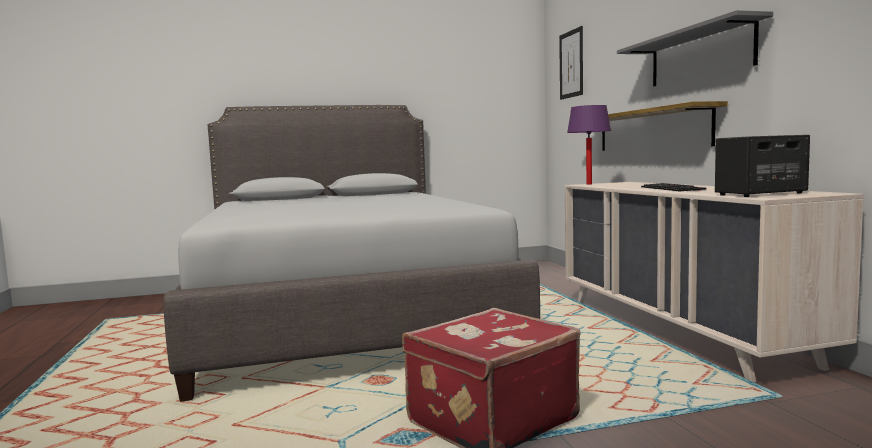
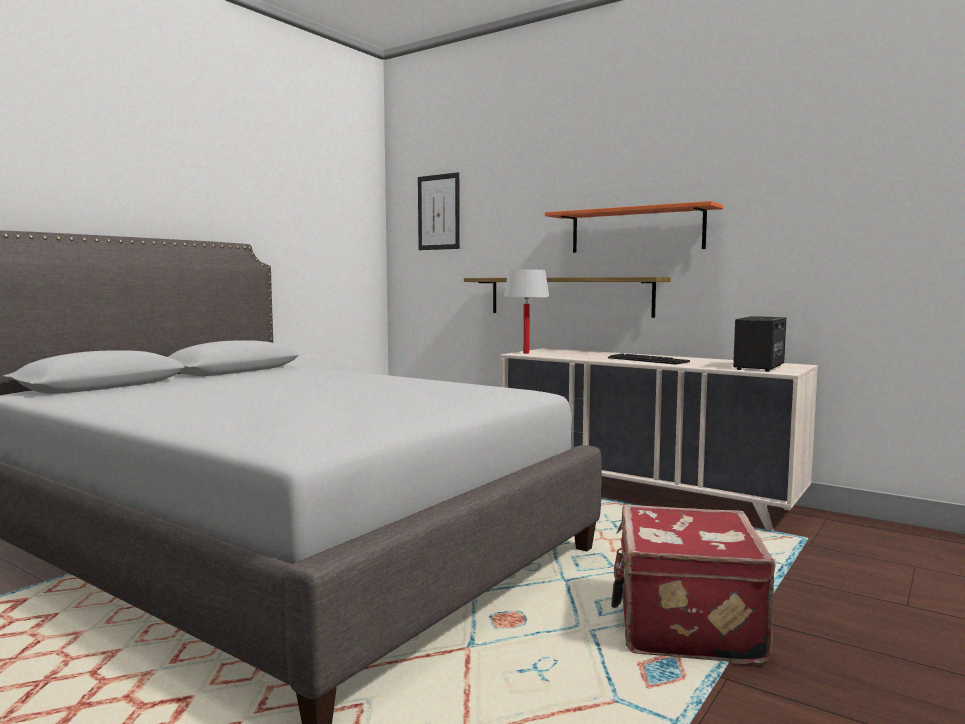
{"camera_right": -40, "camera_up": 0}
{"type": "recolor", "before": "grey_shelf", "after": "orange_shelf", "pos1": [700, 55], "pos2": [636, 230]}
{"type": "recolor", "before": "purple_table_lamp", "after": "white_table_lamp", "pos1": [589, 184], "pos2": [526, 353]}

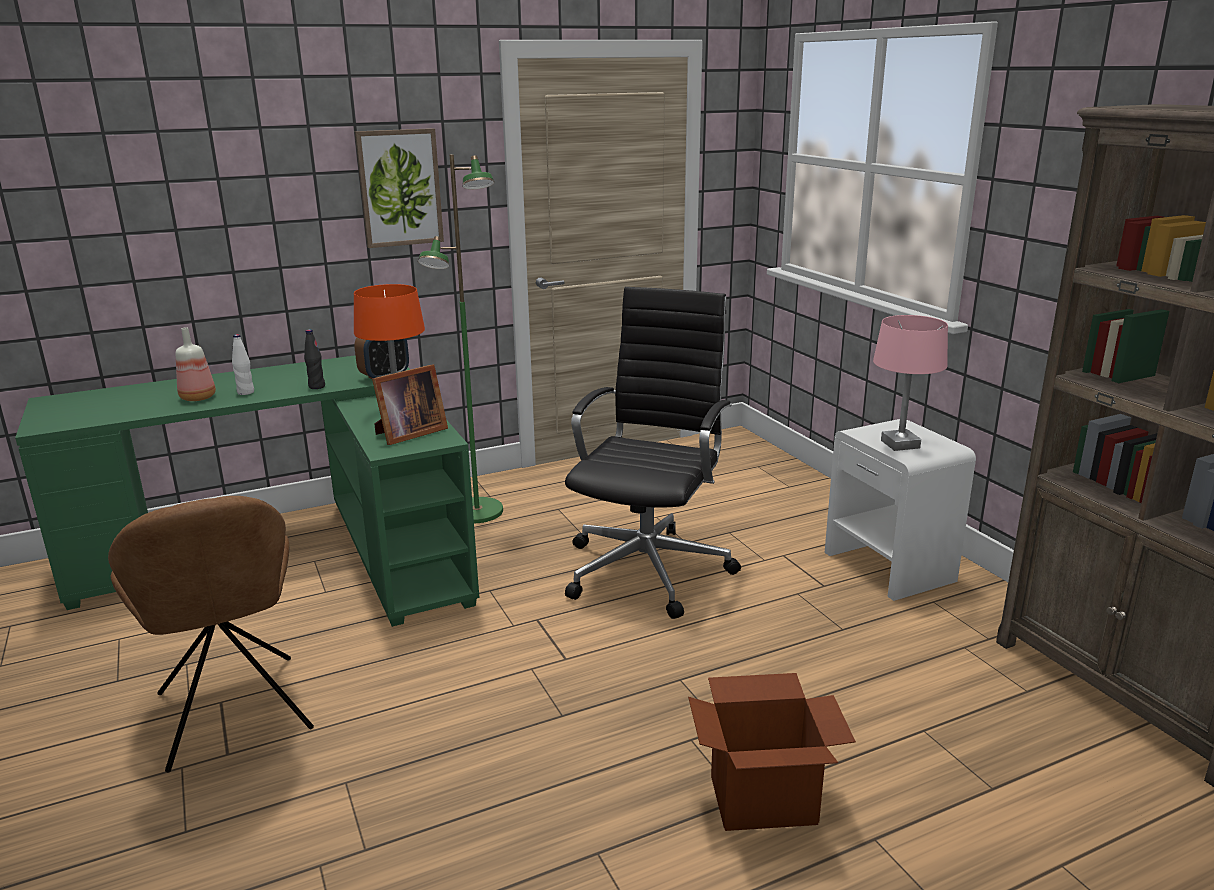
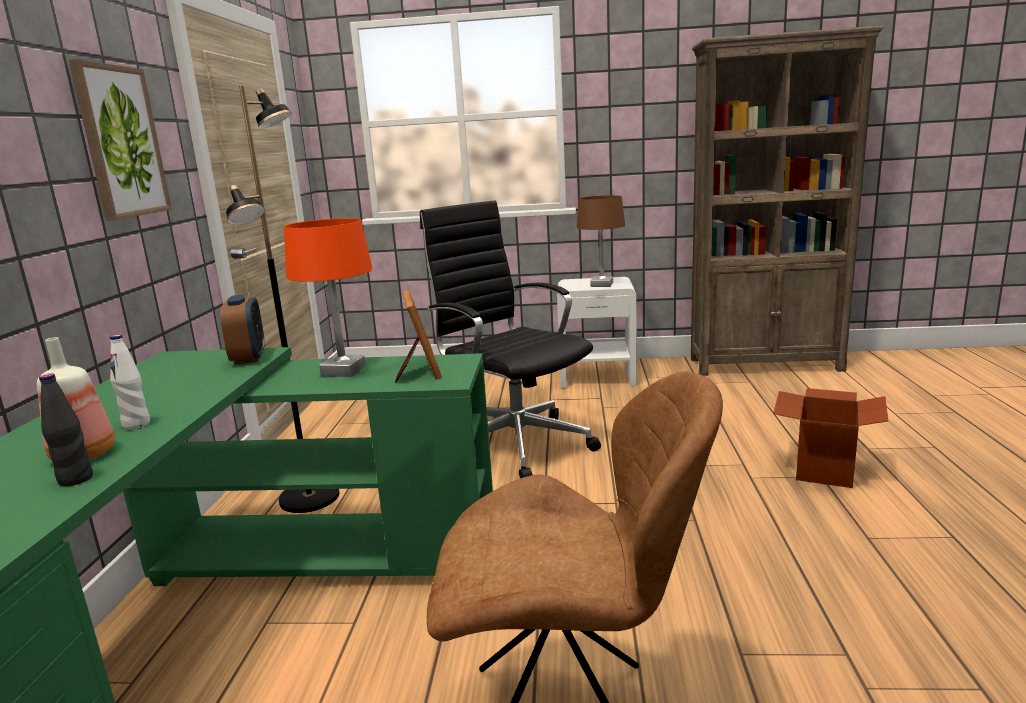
{"camera_right": -60, "camera_up": -5}
{"type": "recolor", "before": "green_floor_lamp", "after": "black_floor_lamp", "pos1": [477, 512], "pos2": [311, 498]}
{"type": "recolor", "before": "pink_table_lamp", "after": "brown_table_lamp", "pos1": [900, 444], "pos2": [601, 285]}
{"type": "move", "before": "black_bottle", "pos1": [317, 387], "pos2": [75, 479]}

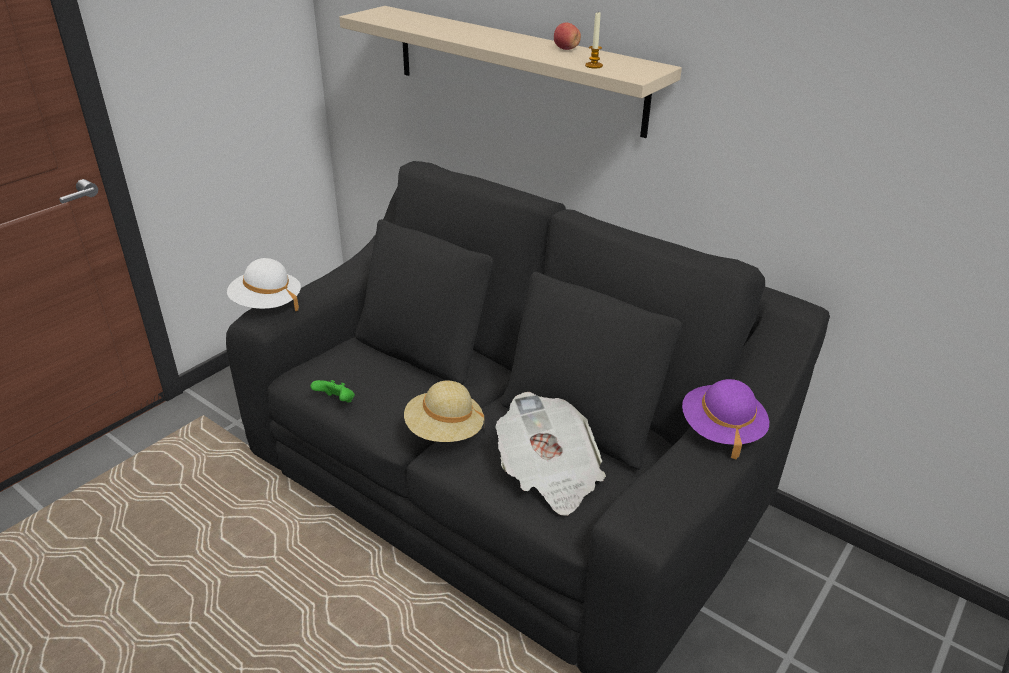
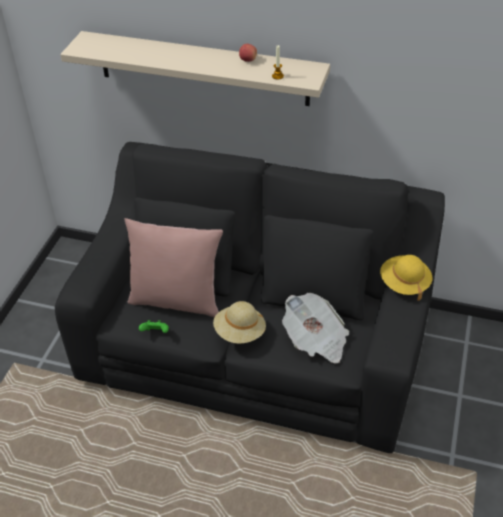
{"camera_right": -20, "camera_up": 10}
{"type": "delete", "before": "white_hat", "pos1": [266, 304]}
{"type": "recolor", "before": "purple_hat", "after": "yellow_hat", "pos1": [721, 430], "pos2": [404, 283]}
{"type": "insert", "after": "pink_pillow", "pos2": [177, 300]}

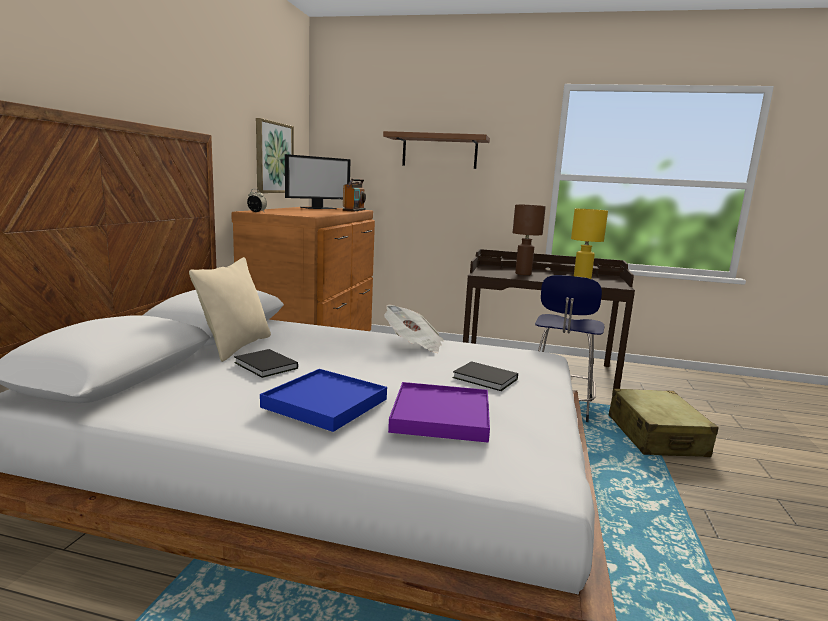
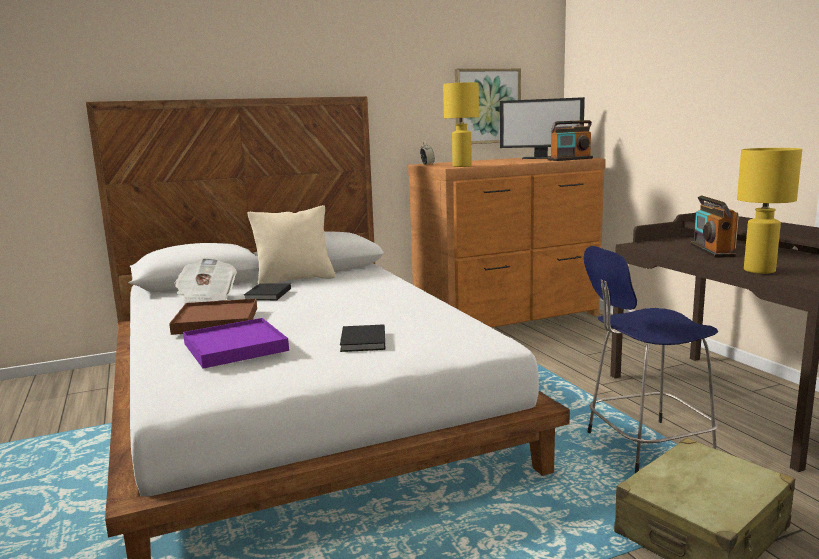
{"camera_right": 55, "camera_up": 0}
{"type": "delete", "before": "brown_shelf", "pos1": [439, 151]}
{"type": "replace", "before": "brown_table_lamp", "after": "radio", "pos1": [523, 274], "pos2": [711, 250]}
{"type": "move", "before": "newspaper", "pos1": [414, 344], "pos2": [206, 299]}
{"type": "recolor", "before": "blue_tray", "after": "brown_tray", "pos1": [325, 403], "pos2": [216, 321]}
{"type": "insert", "after": "yellow_table_lamp", "pos2": [462, 166]}

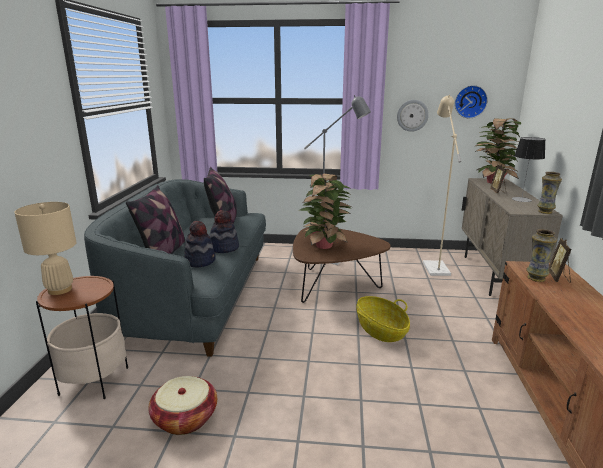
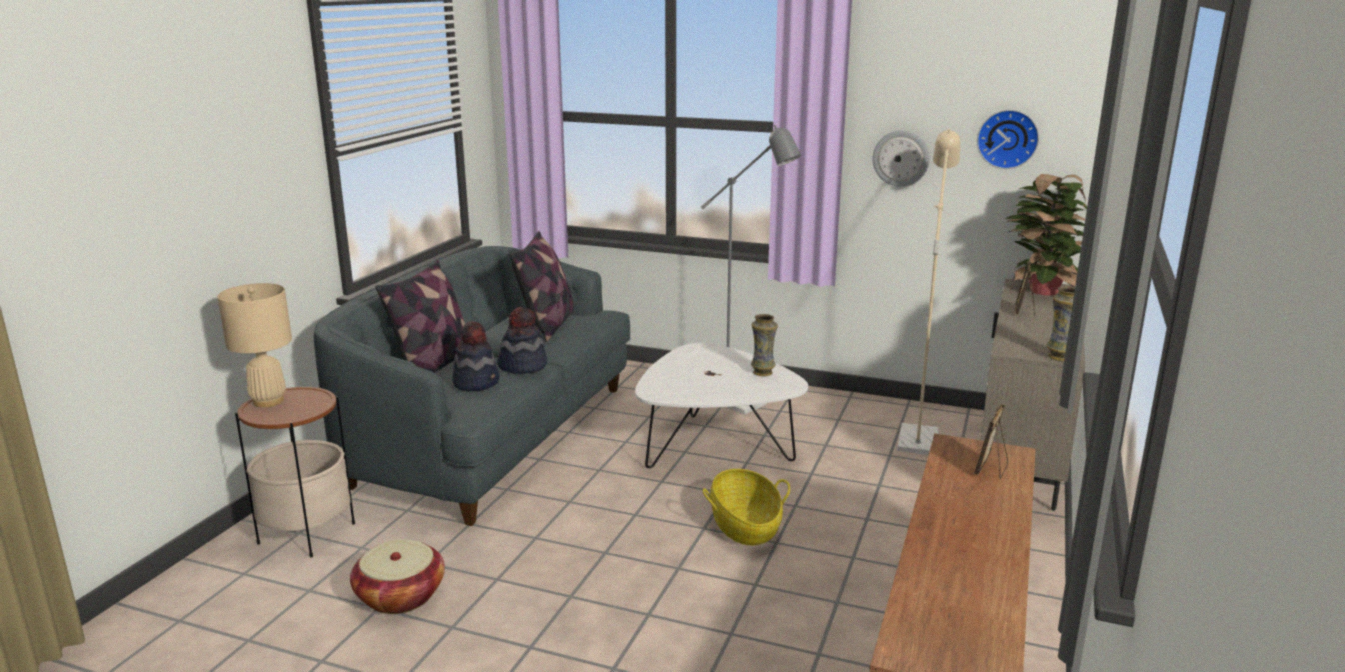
{"camera_right": 15, "camera_up": 0}
{"type": "delete", "before": "table_lamp", "pos1": [521, 199]}
{"type": "delete", "before": "potted_plant", "pos1": [325, 245]}
{"type": "recolor", "before": "brown_coffee_table", "after": "white_coffee_table", "pos1": [333, 286], "pos2": [714, 448]}
{"type": "move", "before": "vase", "pos1": [536, 278], "pos2": [763, 372]}

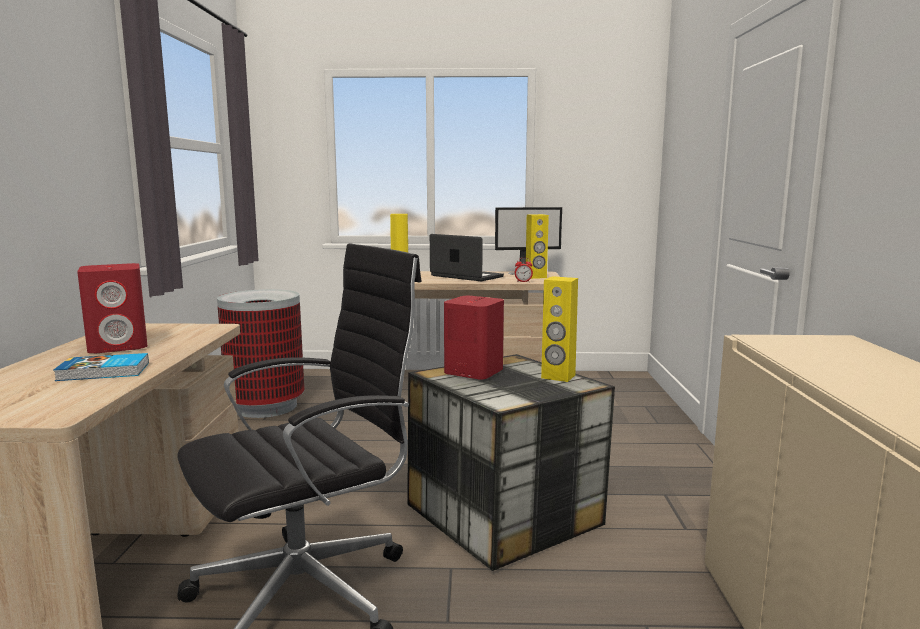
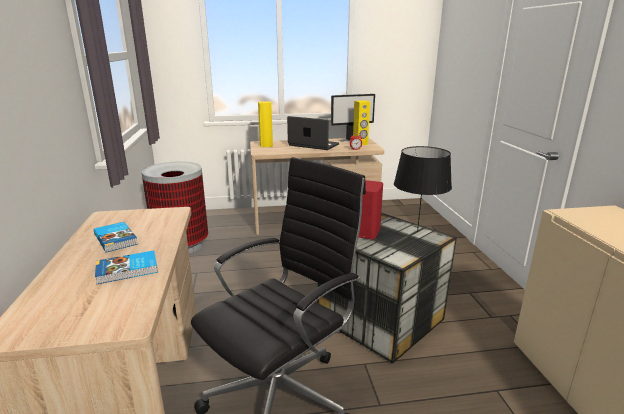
{"camera_right": -10, "camera_up": 10}
{"type": "replace", "before": "red_speaker", "after": "book", "pos1": [119, 346], "pos2": [116, 239]}
{"type": "replace", "before": "yellow_speaker", "after": "black_table_lamp", "pos1": [558, 376], "pos2": [417, 231]}

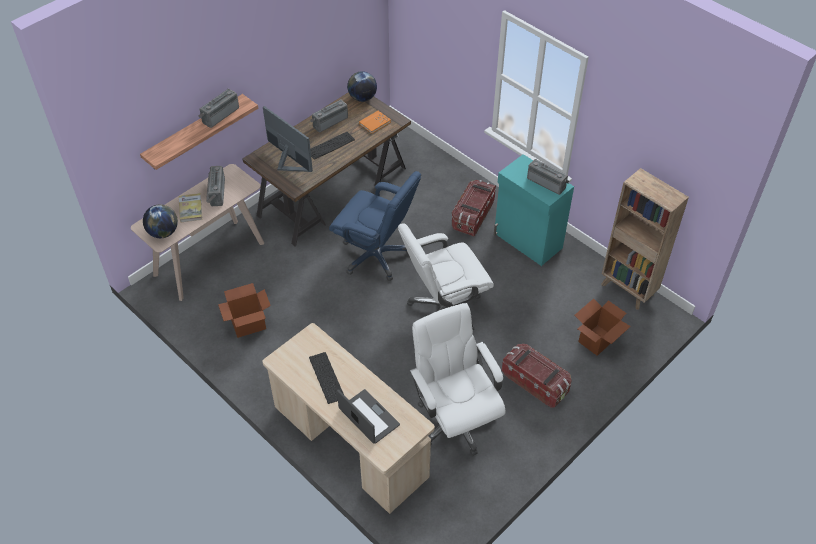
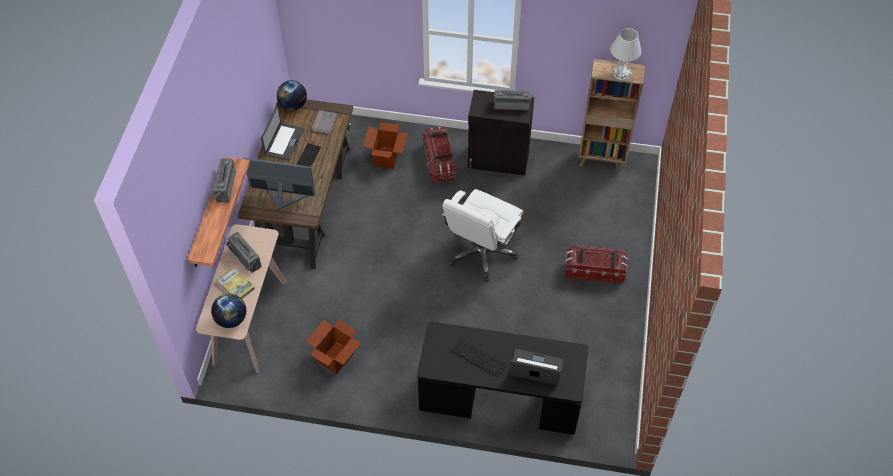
{"camera_right": -35, "camera_up": 5}
{"type": "replace", "before": "radio", "after": "laptop", "pos1": [329, 121], "pos2": [284, 141]}
{"type": "recolor", "before": "orange_book", "after": "grey_book", "pos1": [375, 123], "pos2": [324, 123]}
{"type": "recolor", "before": "turquoise_cabinet", "after": "black_cabinet", "pos1": [527, 241], "pos2": [498, 160]}
{"type": "delete", "before": "blue_office_chair", "pos1": [376, 255]}
{"type": "move", "before": "cardboard_box", "pos1": [597, 340], "pos2": [386, 157]}
{"type": "delete", "before": "white_office_chair", "pos1": [454, 420]}
{"type": "recolor", "before": "beige_desk", "after": "black_desk", "pos1": [350, 442], "pos2": [499, 401]}
{"type": "insert", "after": "white_table_lamp", "pos2": [621, 73]}

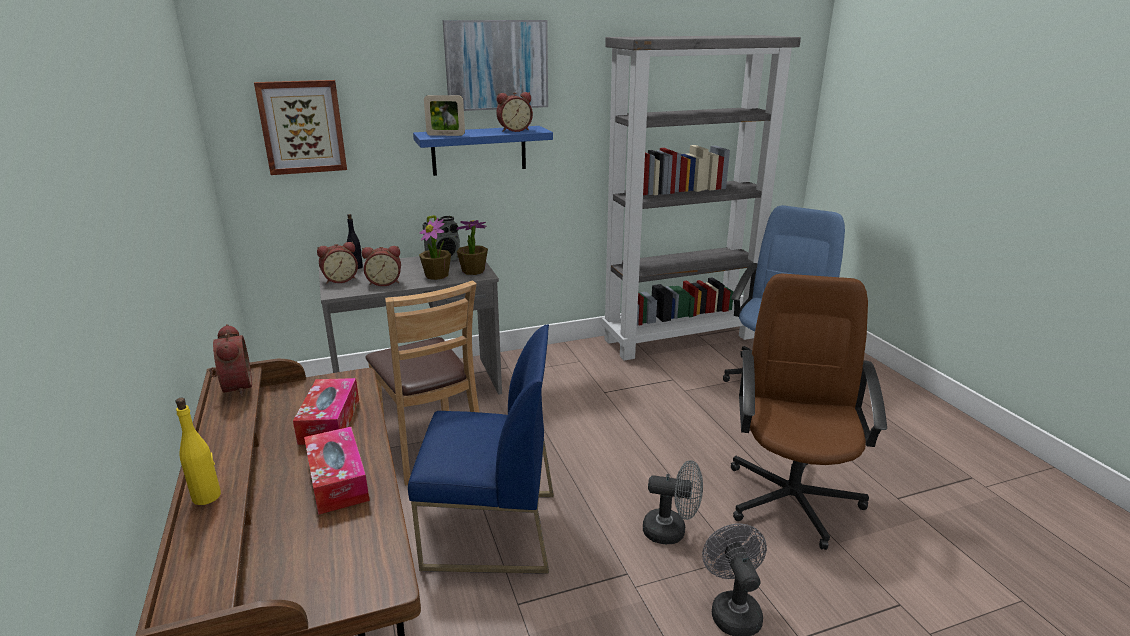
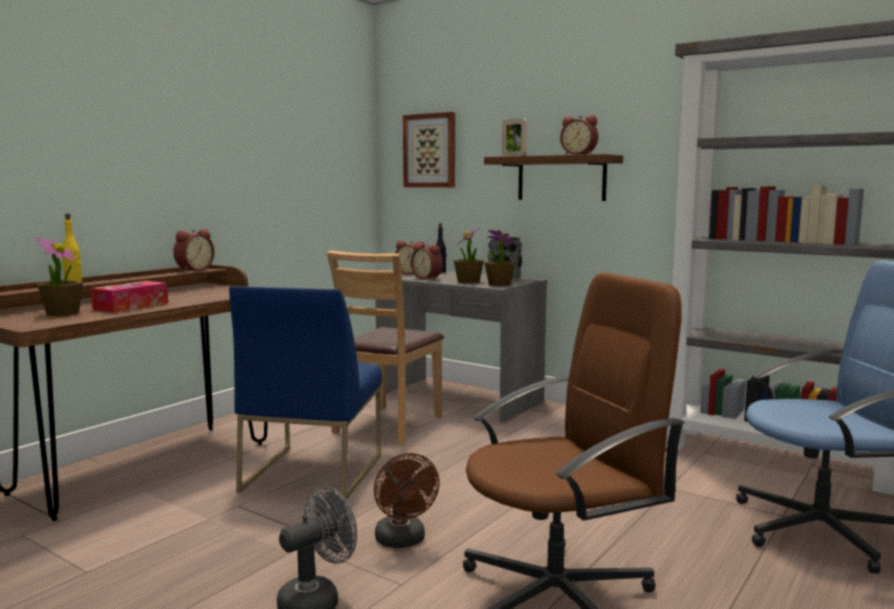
{"camera_right": 55, "camera_up": -15}
{"type": "delete", "before": "picture", "pos1": [496, 65]}
{"type": "recolor", "before": "blue_shelf", "after": "brown_shelf", "pos1": [479, 150], "pos2": [561, 178]}
{"type": "rotate", "before": "blue_chair", "pos1": [489, 531], "pos2": [312, 472], "turn": 45}
{"type": "delete", "before": "tissue_box", "pos1": [330, 421]}
{"type": "recolor", "before": "grey_fan", "after": "brown_fan", "pos1": [671, 531], "pos2": [403, 541]}
{"type": "insert", "after": "potted_plant", "pos2": [62, 313]}

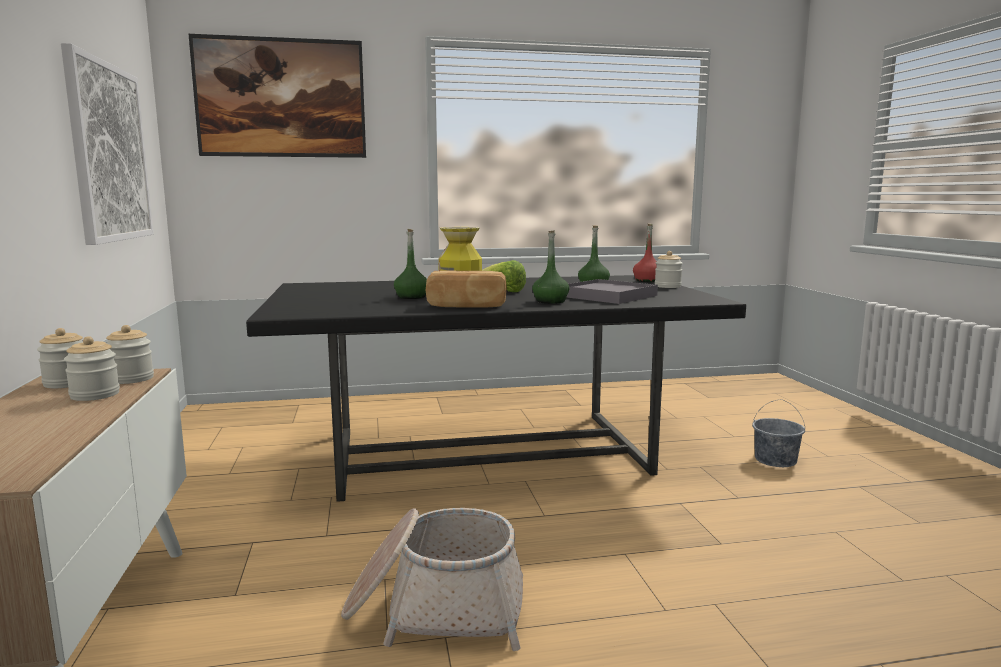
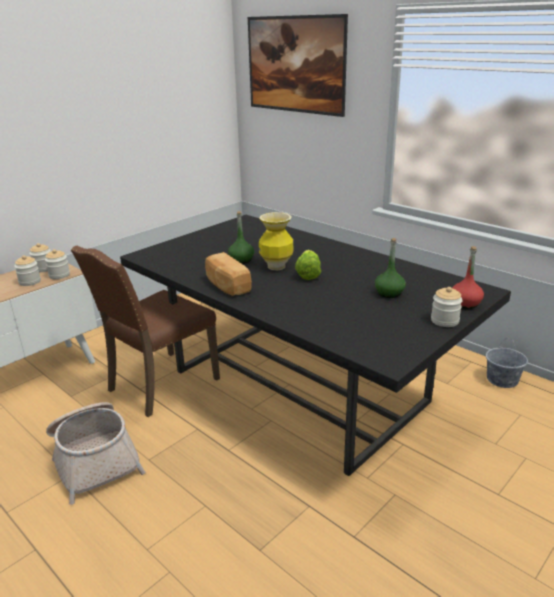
{"camera_right": 55, "camera_up": 15}
{"type": "delete", "before": "picture", "pos1": [109, 153]}
{"type": "delete", "before": "green_bottle", "pos1": [550, 301]}
{"type": "delete", "before": "grey_tray", "pos1": [607, 296]}
{"type": "move", "before": "grey_bucket", "pos1": [775, 460], "pos2": [502, 379]}
{"type": "insert", "after": "brown_chair", "pos2": [160, 384]}

